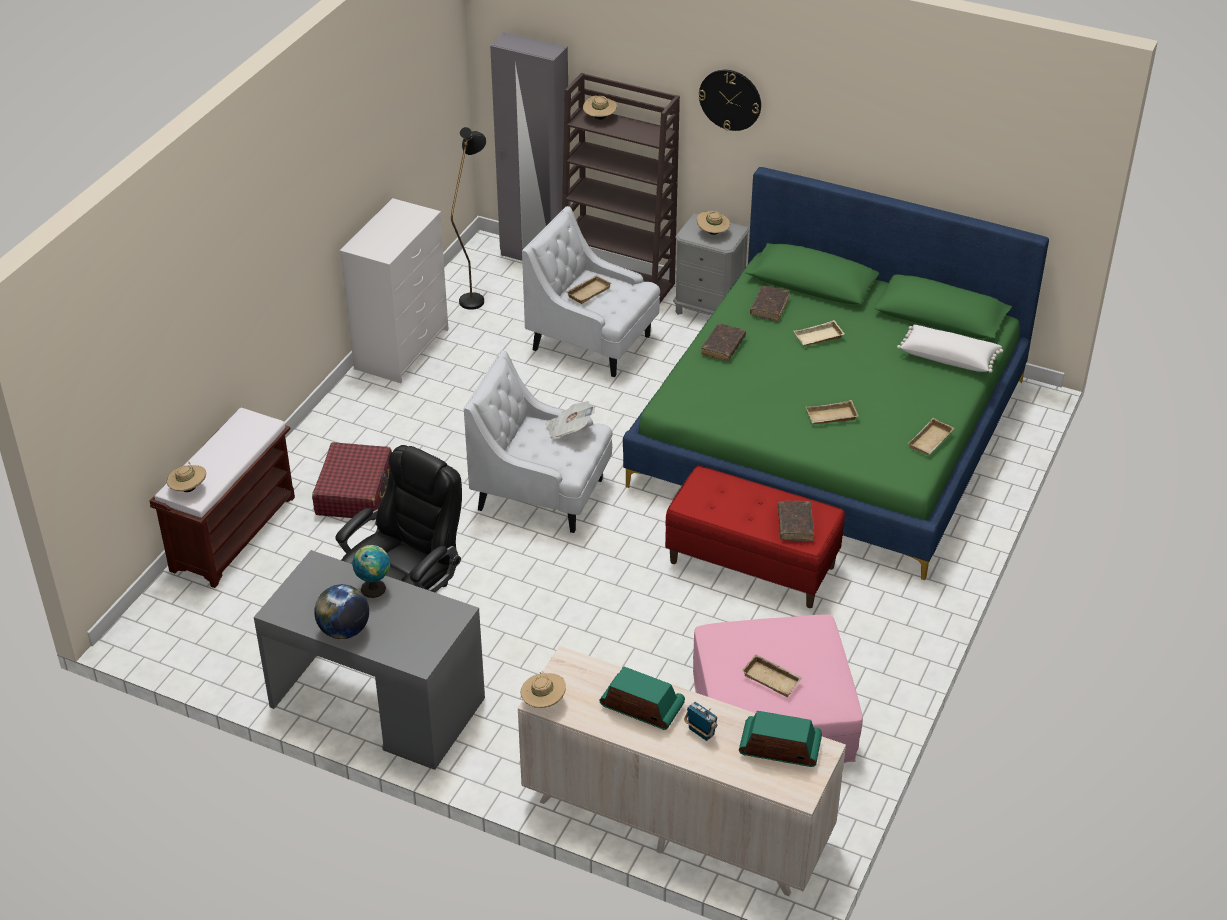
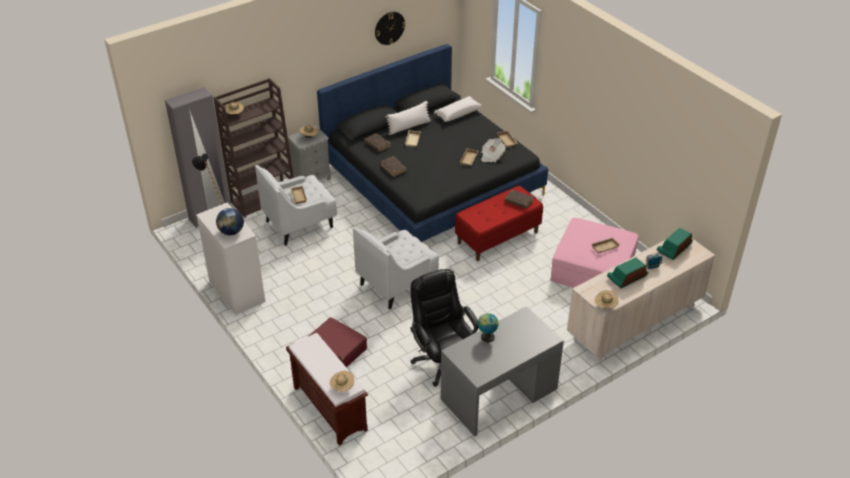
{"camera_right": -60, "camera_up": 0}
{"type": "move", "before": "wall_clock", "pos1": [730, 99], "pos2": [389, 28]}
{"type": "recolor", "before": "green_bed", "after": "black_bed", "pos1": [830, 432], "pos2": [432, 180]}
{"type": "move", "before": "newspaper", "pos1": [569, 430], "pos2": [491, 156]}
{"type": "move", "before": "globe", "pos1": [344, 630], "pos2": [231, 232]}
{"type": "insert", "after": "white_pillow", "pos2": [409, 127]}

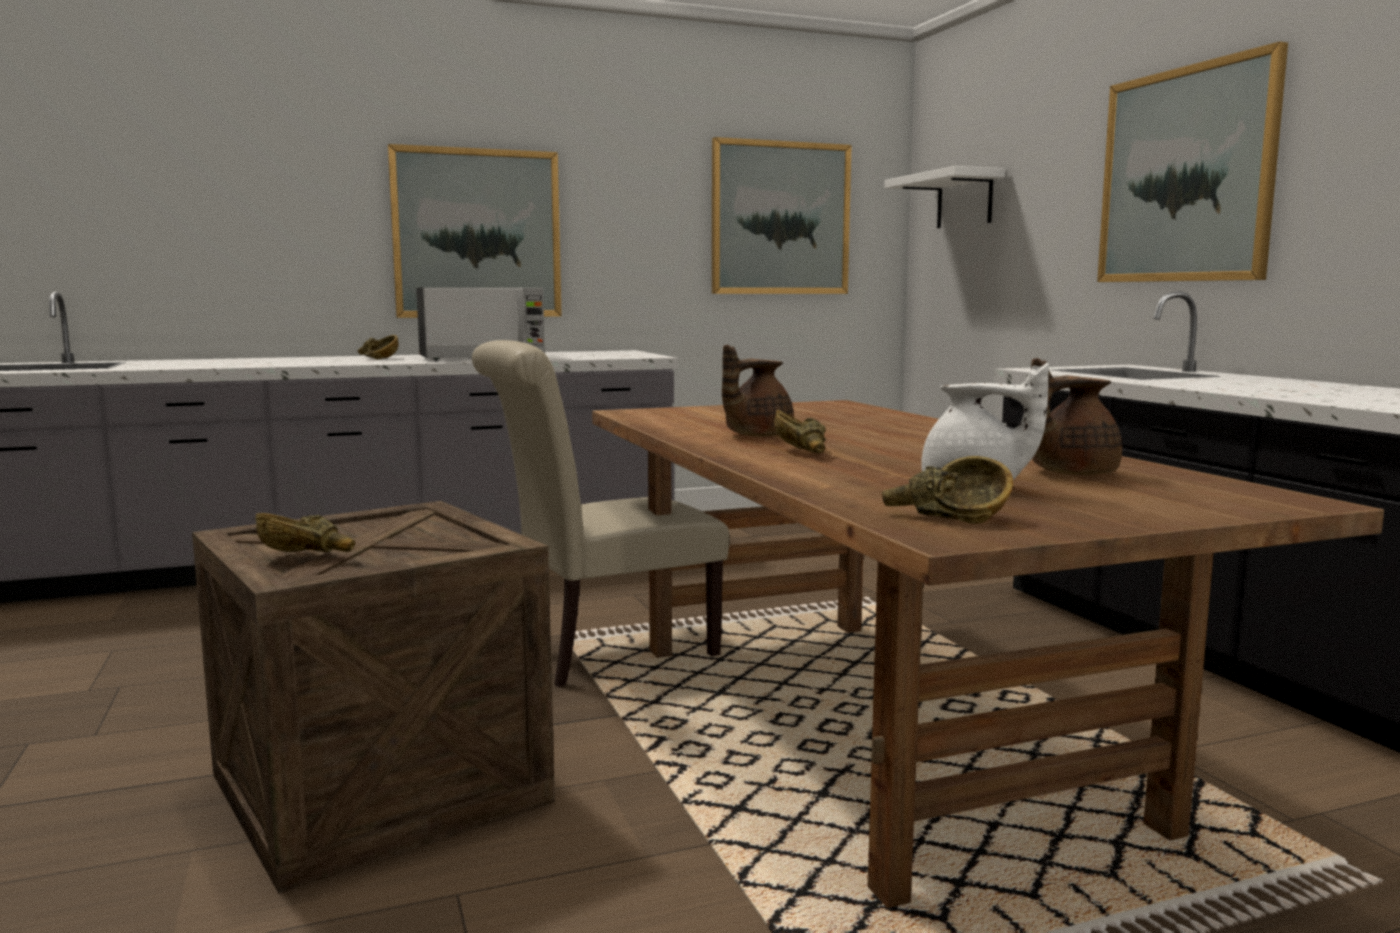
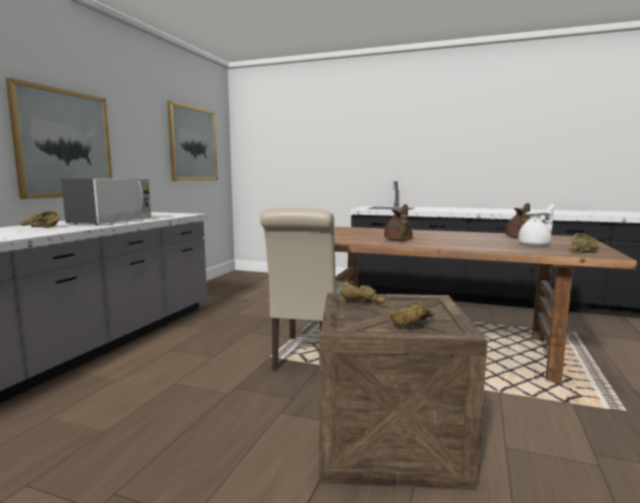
{"camera_right": -50, "camera_up": 0}
{"type": "delete", "before": "picture", "pos1": [1186, 175]}
{"type": "delete", "before": "white_shelf", "pos1": [964, 200]}
{"type": "move", "before": "brown_bowl", "pos1": [807, 452], "pos2": [362, 303]}

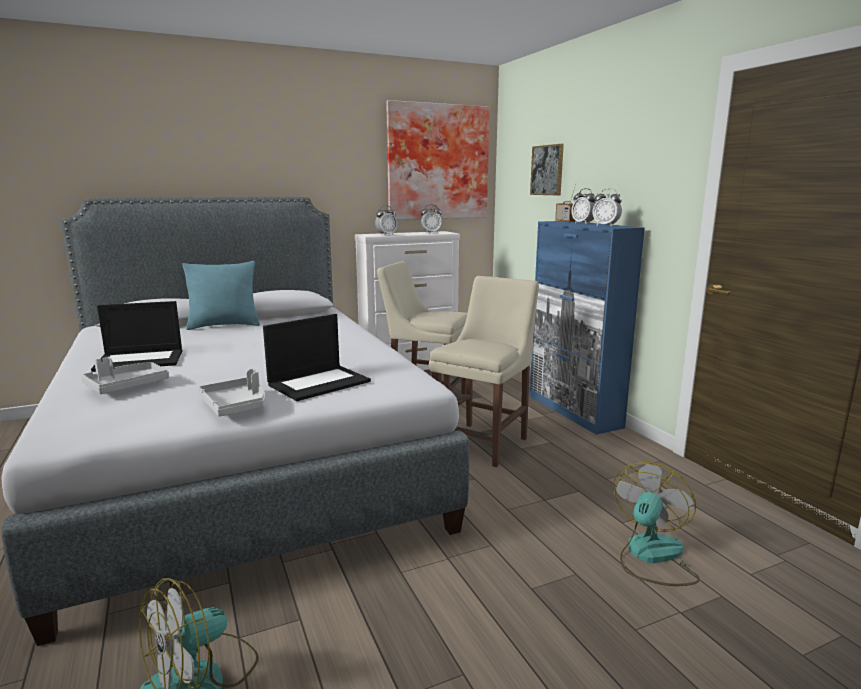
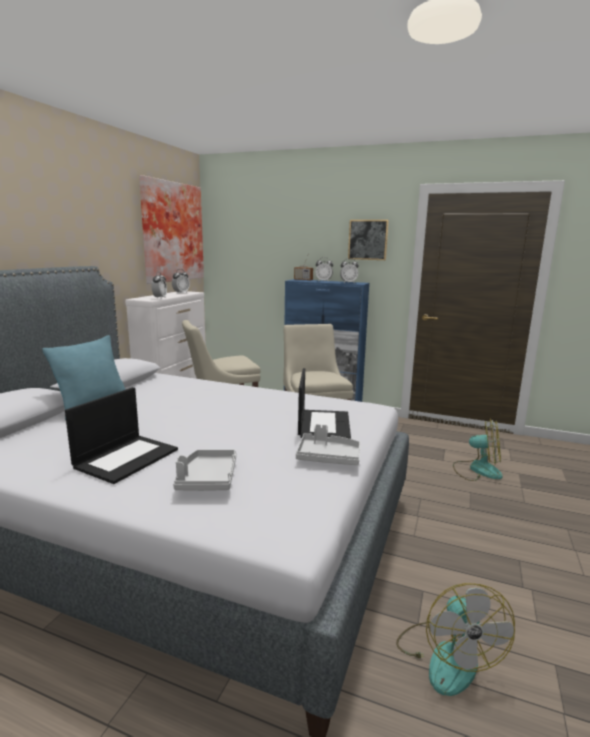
{"camera_right": -45, "camera_up": 0}
{"type": "move", "before": "picture", "pos1": [547, 170], "pos2": [368, 240]}
{"type": "rotate", "before": "fan", "pos1": [651, 556], "pos2": [477, 470], "turn": 120}

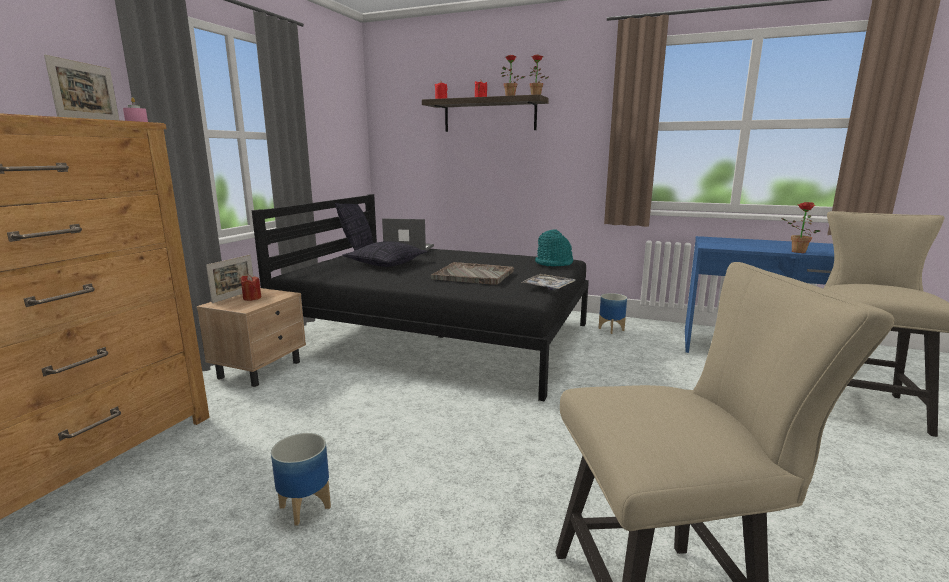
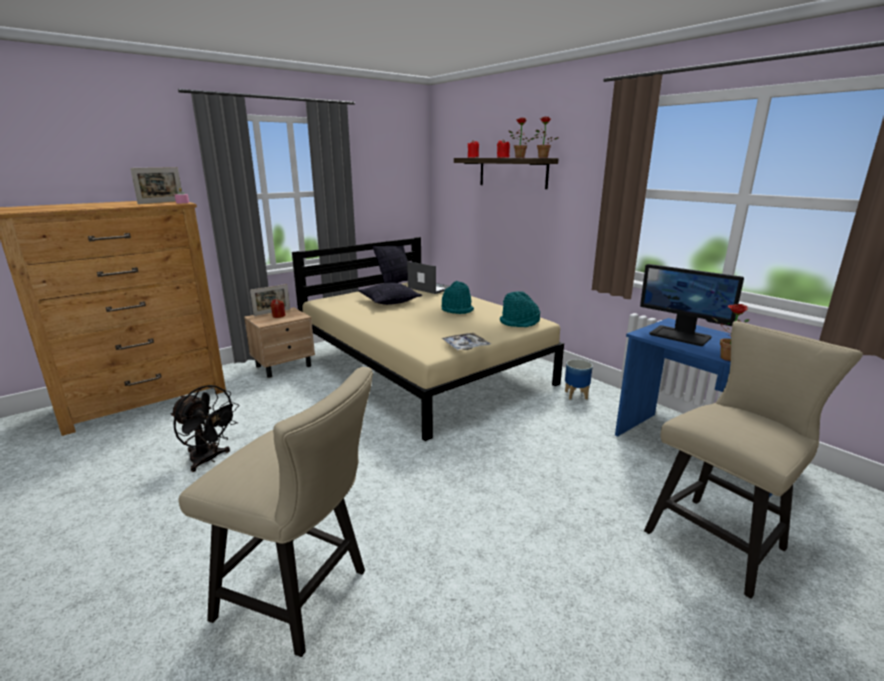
{"camera_right": 30, "camera_up": 5}
{"type": "recolor", "before": "black_bed", "after": "beige_bed", "pos1": [439, 336], "pos2": [422, 367]}
{"type": "delete", "before": "grey_tray", "pos1": [474, 275]}
{"type": "replace", "before": "planter", "after": "black_fan", "pos1": [304, 507], "pos2": [209, 459]}
{"type": "insert", "after": "monitor", "pos2": [680, 335]}
{"type": "insert", "after": "turquoise_hat", "pos2": [457, 309]}

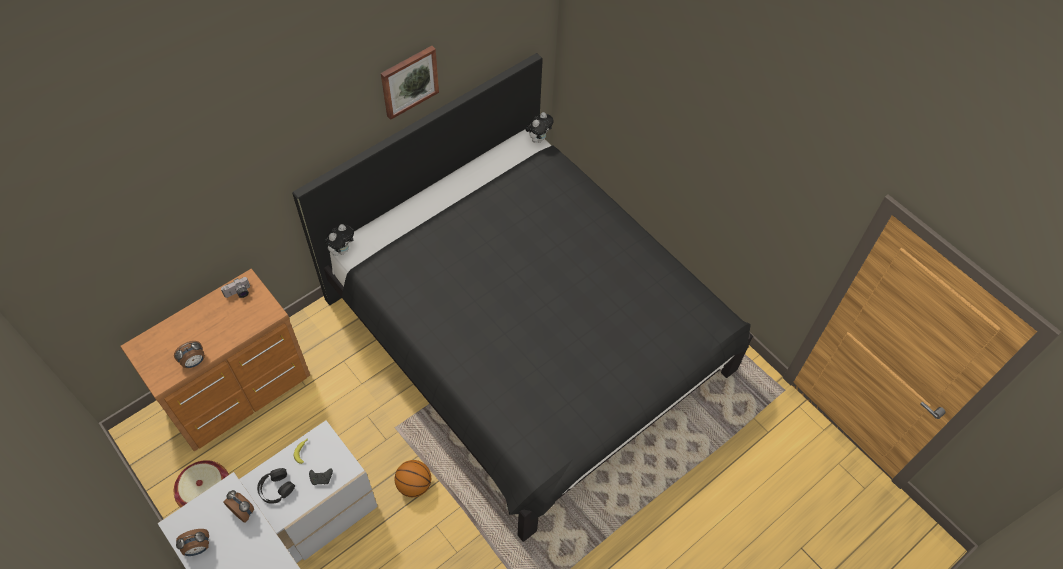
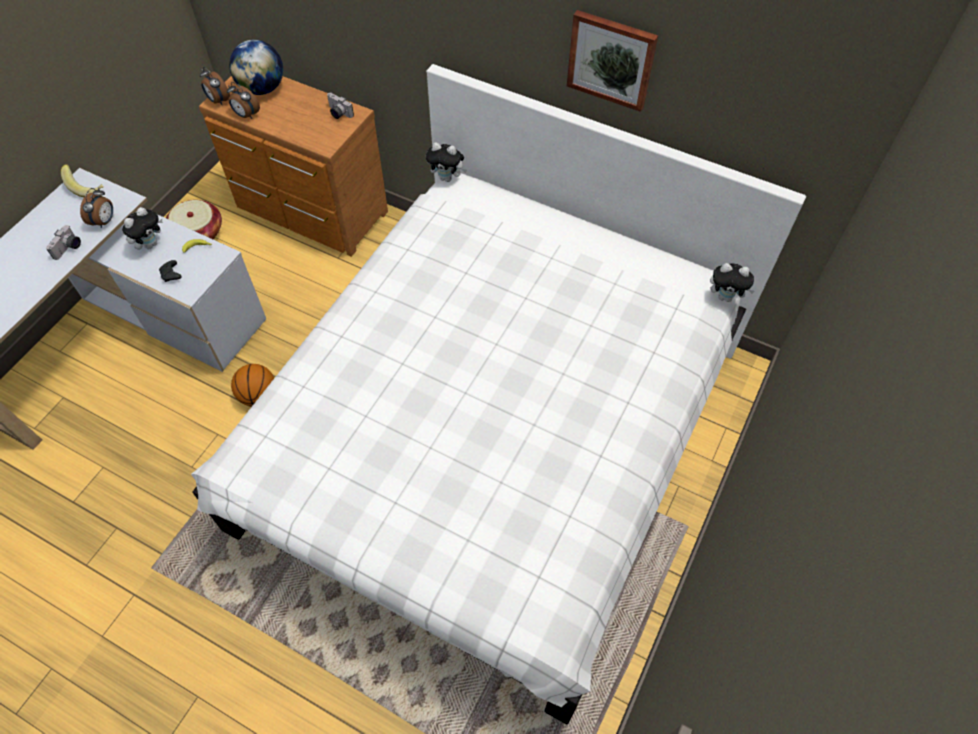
{"camera_right": 70, "camera_up": 0}
{"type": "recolor", "before": "black_bed", "after": "white_bed", "pos1": [528, 336], "pos2": [491, 436]}
{"type": "replace", "before": "black_headphones", "after": "plush_toy", "pos1": [276, 488], "pos2": [150, 244]}
{"type": "move", "before": "alarm_clock", "pos1": [198, 548], "pos2": [218, 101]}
{"type": "insert", "after": "globe", "pos2": [262, 88]}
{"type": "insert", "after": "banana", "pos2": [86, 187]}
{"type": "insert", "after": "photo_camera", "pos2": [69, 249]}

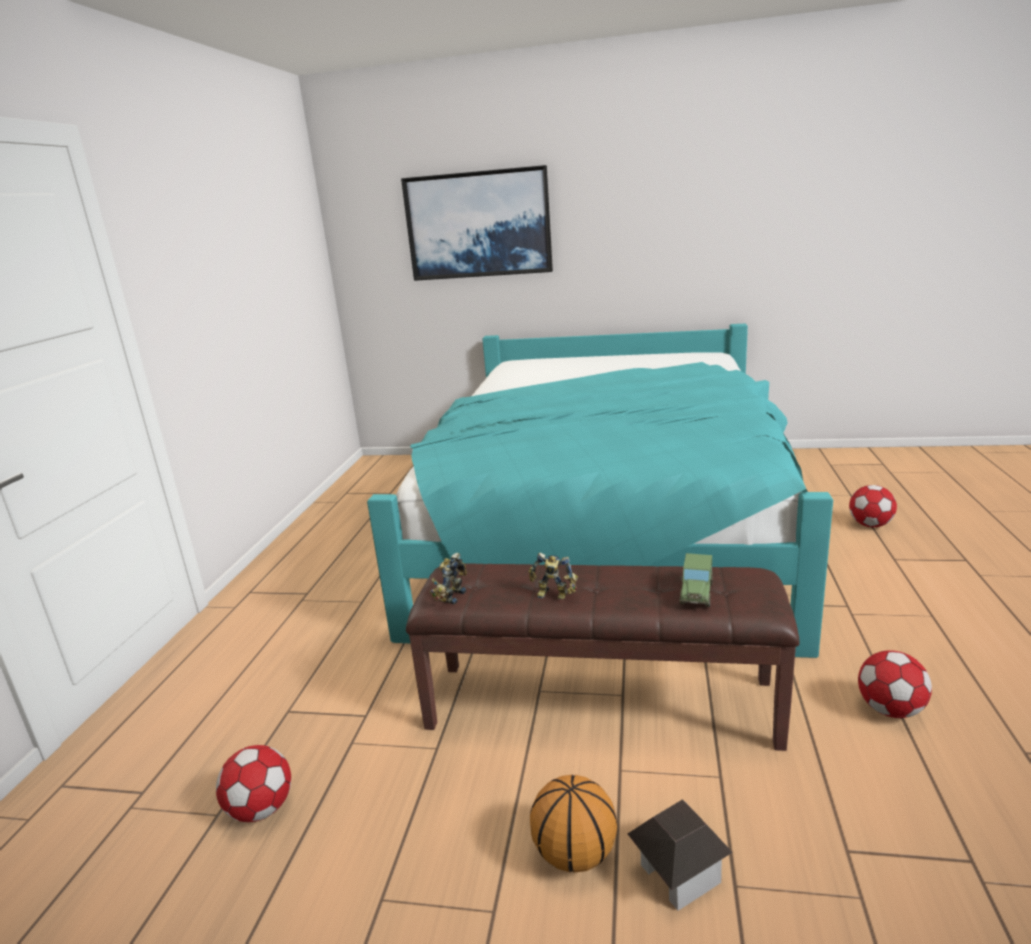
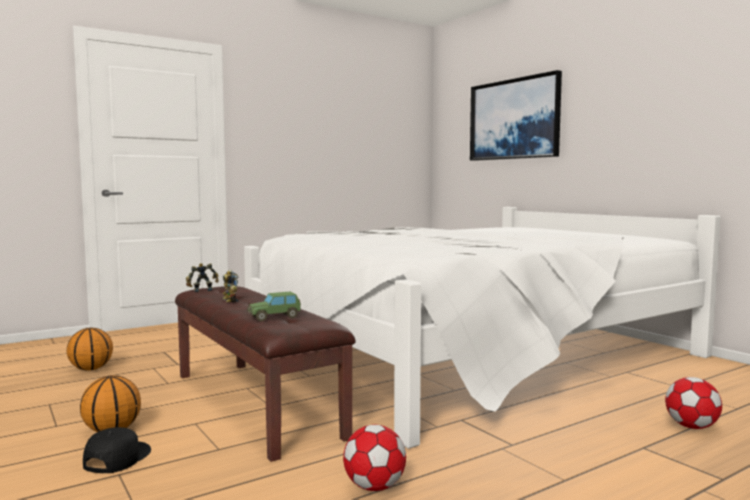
{"camera_right": 45, "camera_up": -15}
{"type": "recolor", "before": "turquoise_bed", "after": "white_bed", "pos1": [608, 526], "pos2": [473, 354]}
{"type": "replace", "before": "football", "after": "basketball", "pos1": [261, 809], "pos2": [90, 369]}
{"type": "replace", "before": "toy_house", "after": "black_cap", "pos1": [678, 874], "pos2": [116, 458]}

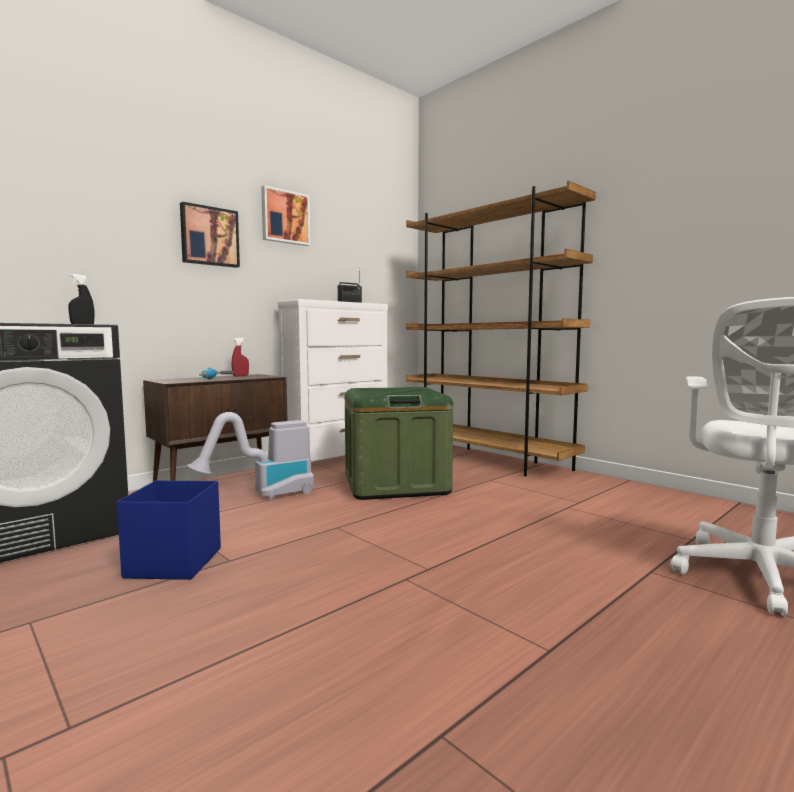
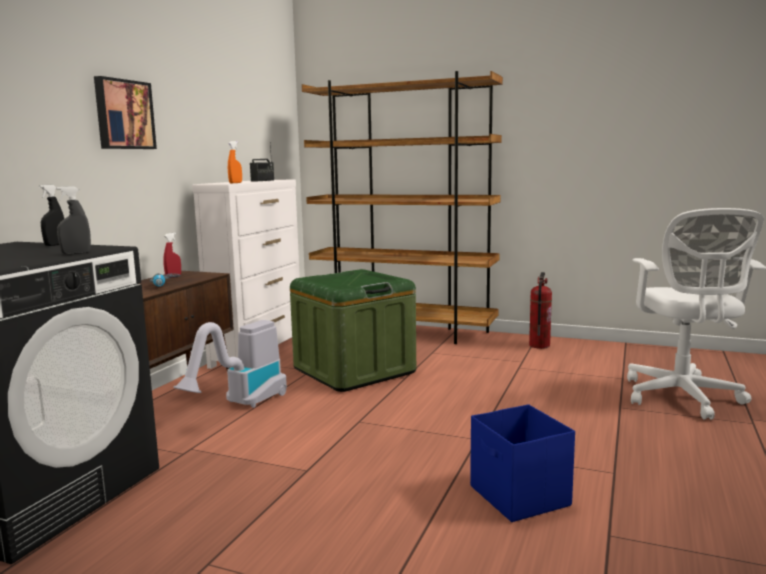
{"camera_right": -25, "camera_up": 5}
{"type": "delete", "before": "picture", "pos1": [285, 217]}
{"type": "move", "before": "blue_storage_box", "pos1": [173, 563], "pos2": [519, 497]}
{"type": "insert", "after": "orange_spray_bottle", "pos2": [235, 183]}
{"type": "insert", "after": "grey_spray_bottle", "pos2": [76, 253]}
{"type": "insert", "after": "fire_extinguisher", "pos2": [539, 345]}

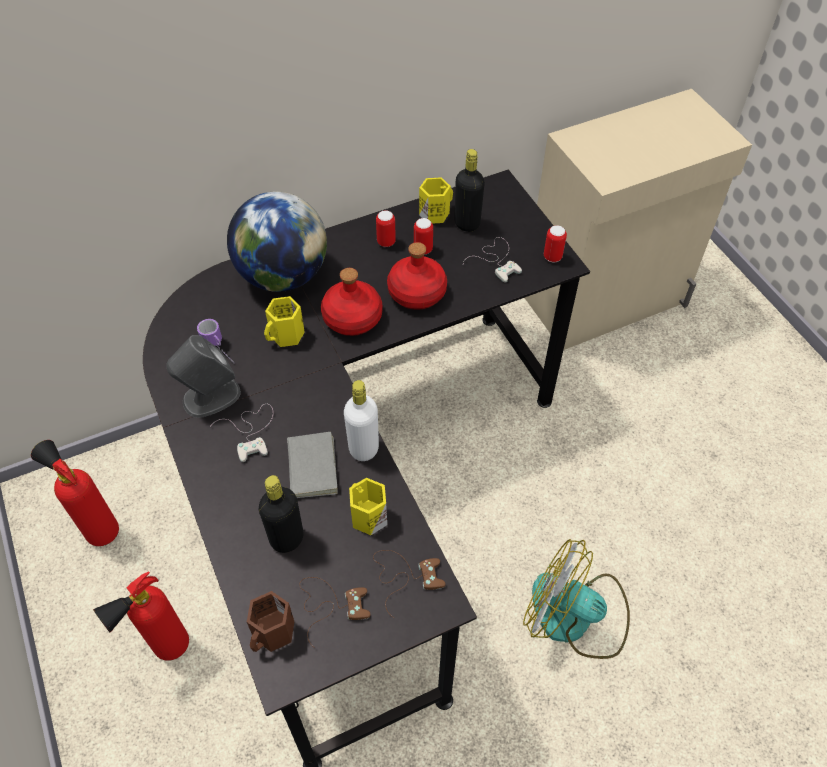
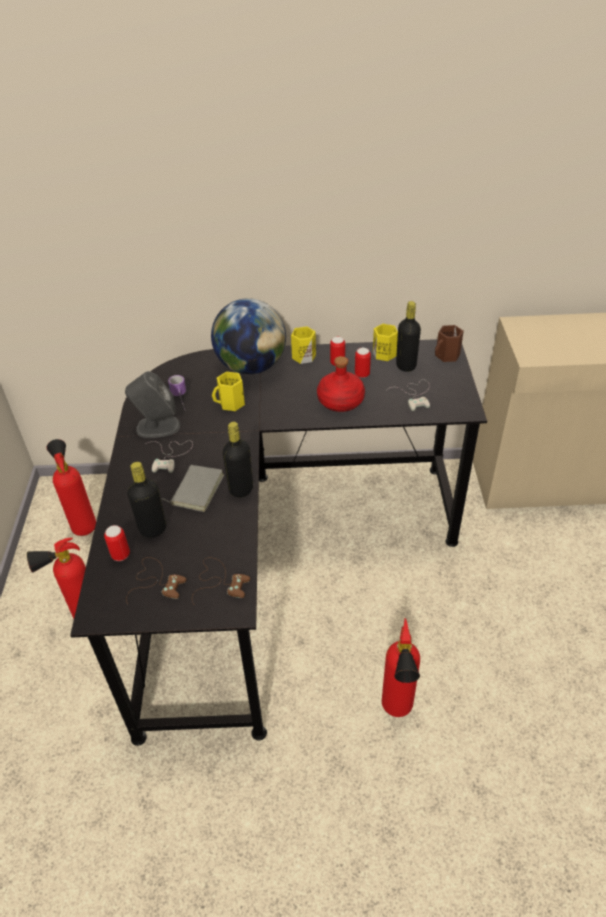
{"camera_right": 25, "camera_up": -10}
{"type": "move", "before": "can", "pos1": [552, 257], "pos2": [120, 555]}
{"type": "delete", "before": "red_bottle", "pos1": [351, 318]}
{"type": "recolor", "before": "white_bottle", "after": "black_bottle", "pos1": [363, 448], "pos2": [241, 489]}
{"type": "move", "before": "yellow_mug", "pos1": [367, 516], "pos2": [303, 356]}
{"type": "replace", "before": "fan", "after": "fire_extinguisher", "pos1": [575, 617], "pos2": [397, 712]}
{"type": "move", "before": "brown_mug", "pos1": [274, 633], "pos2": [447, 356]}

